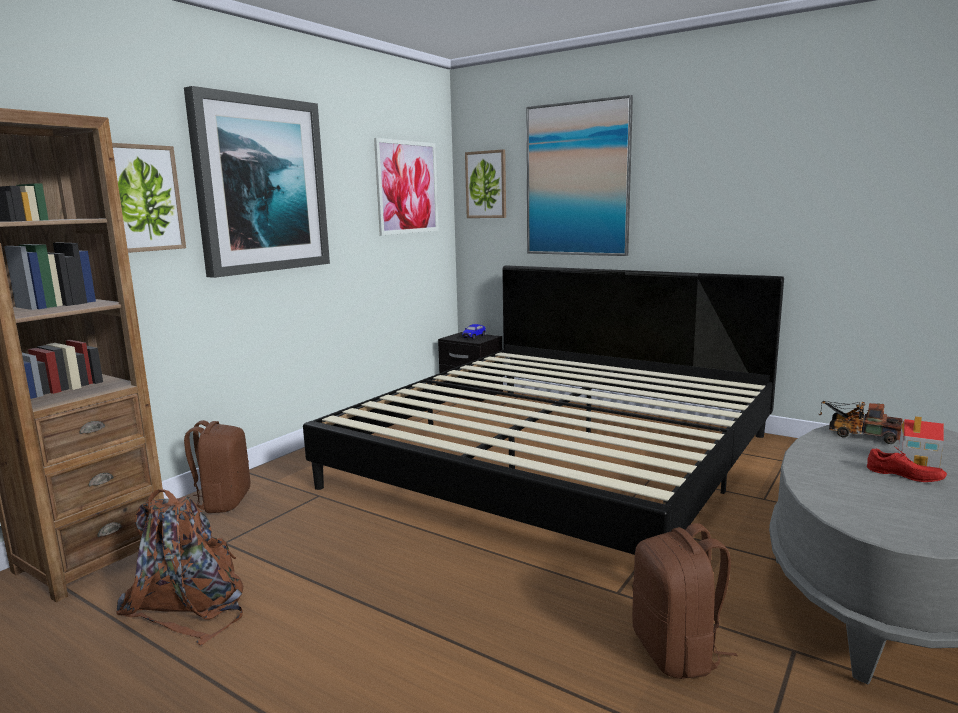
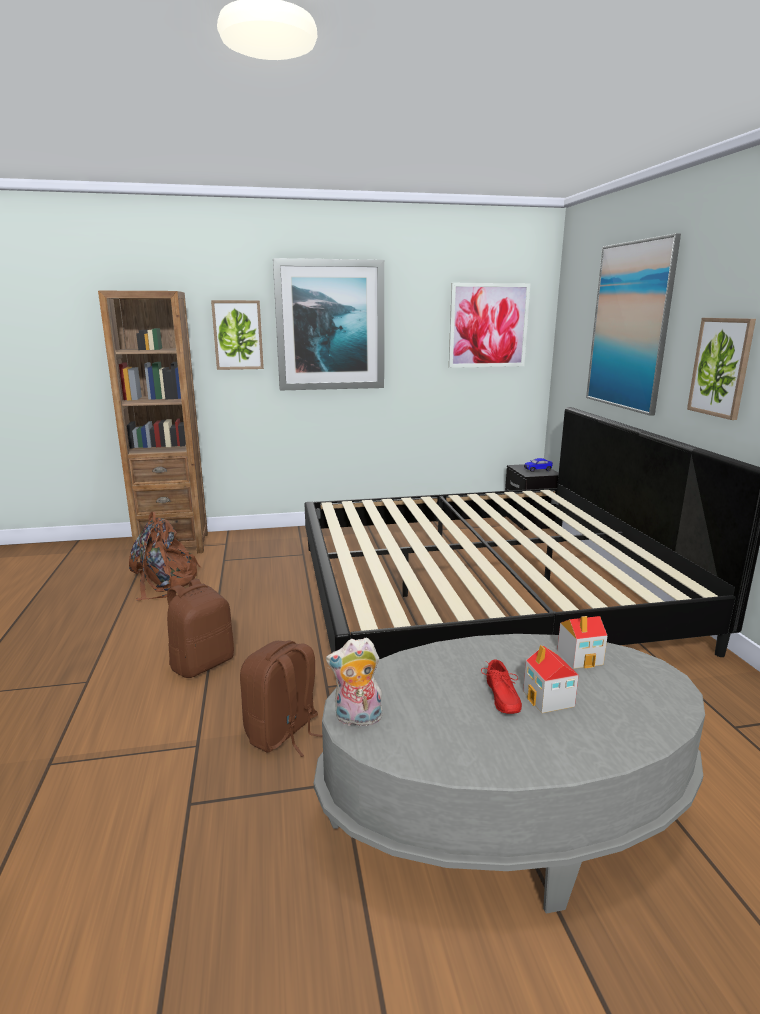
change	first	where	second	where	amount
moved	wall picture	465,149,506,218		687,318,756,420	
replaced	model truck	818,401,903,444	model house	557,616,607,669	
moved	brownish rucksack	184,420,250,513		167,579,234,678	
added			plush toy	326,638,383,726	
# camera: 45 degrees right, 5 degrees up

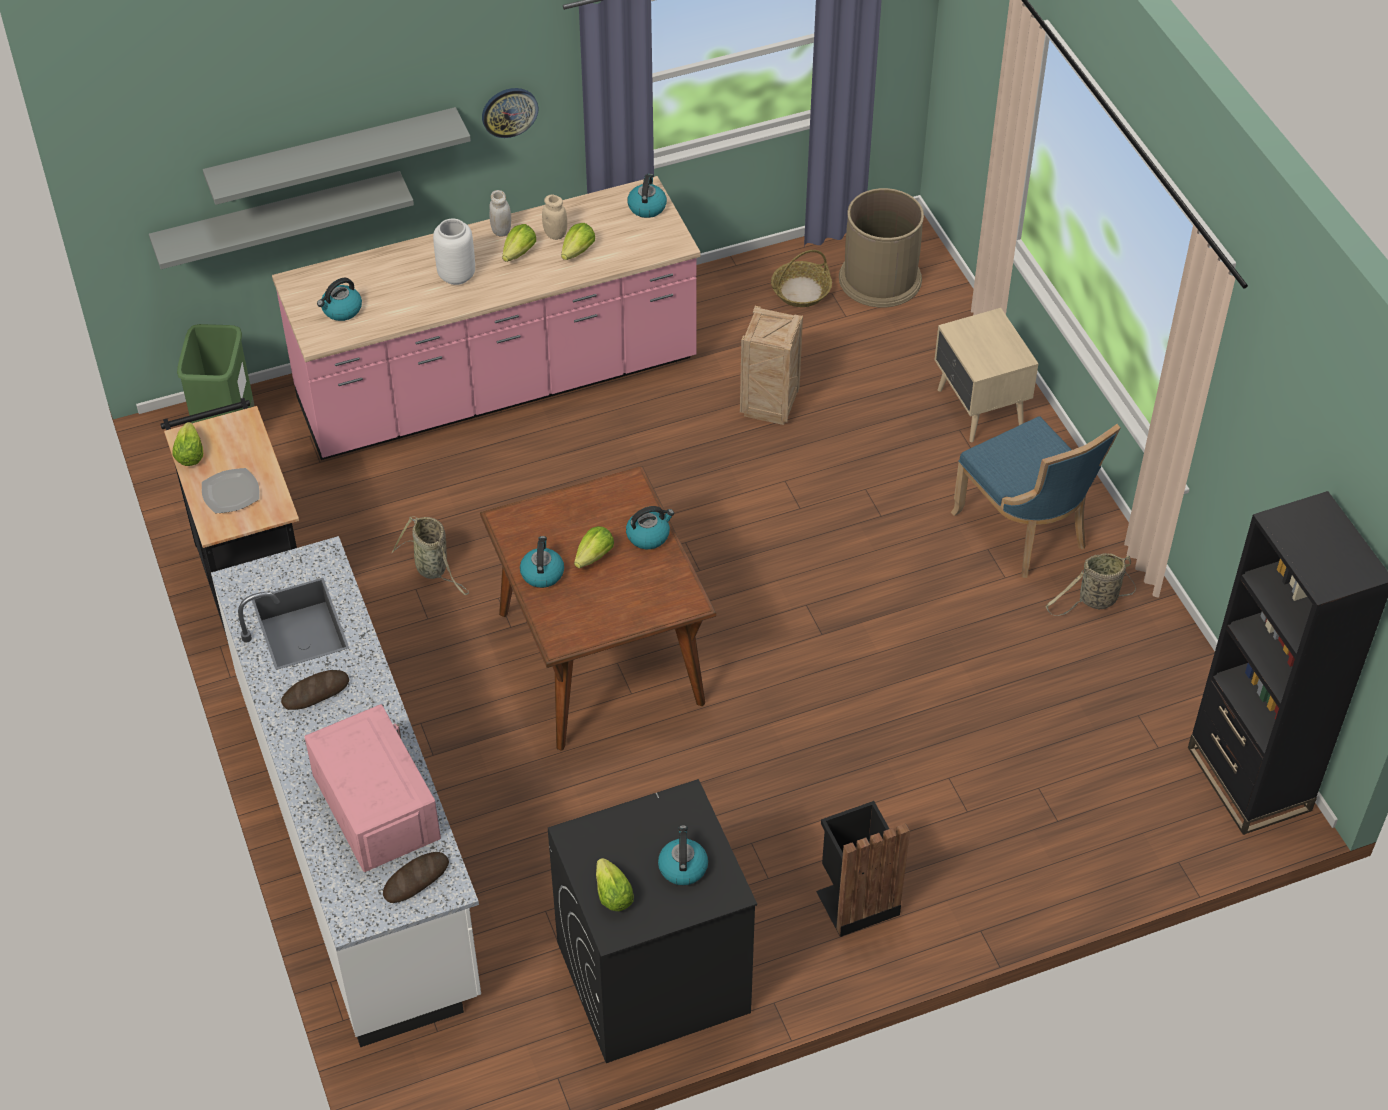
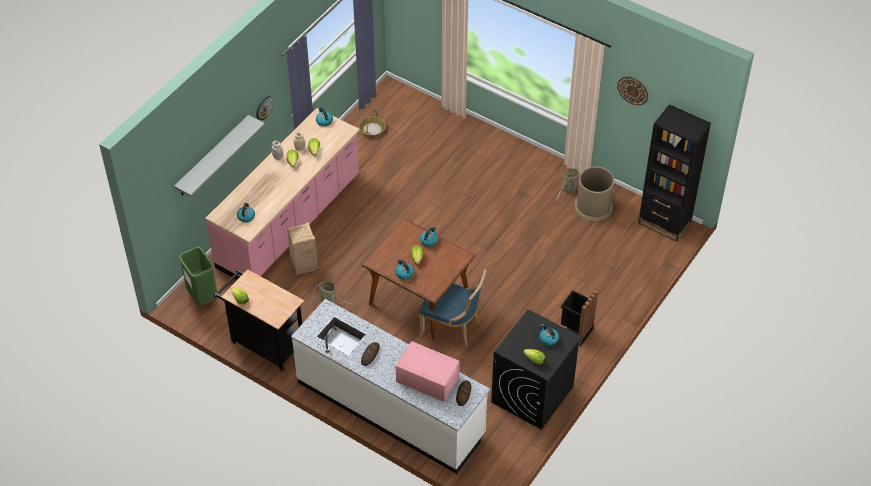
change	first	where	second	where	amount
removed	gray wall shelf	149,171,414,269			
moved	brownish rubbish bin	839,188,924,308		574,167,614,221	
removed	white-coloured flower vase	433,218,475,285			
moved	packing crate	740,306,803,425		287,222,318,275	
removed	sand-coloured bedside table	935,308,1038,442			
moved	bluish plain chair	951,416,1120,578		419,269,487,347	
removed	flat dish	202,468,260,514			
added			hanging clock	617,77,648,105	
# camera: 35 degrees left, 0 degrees up

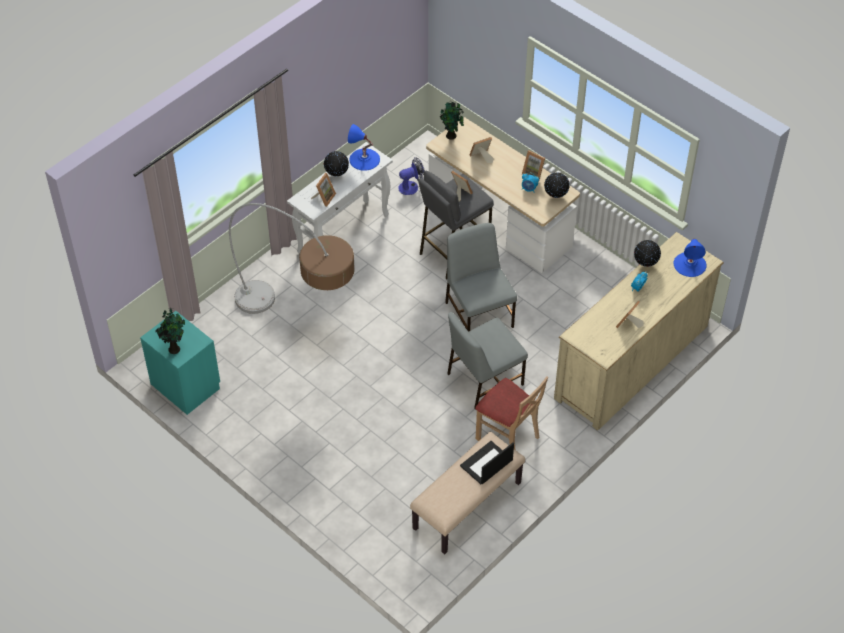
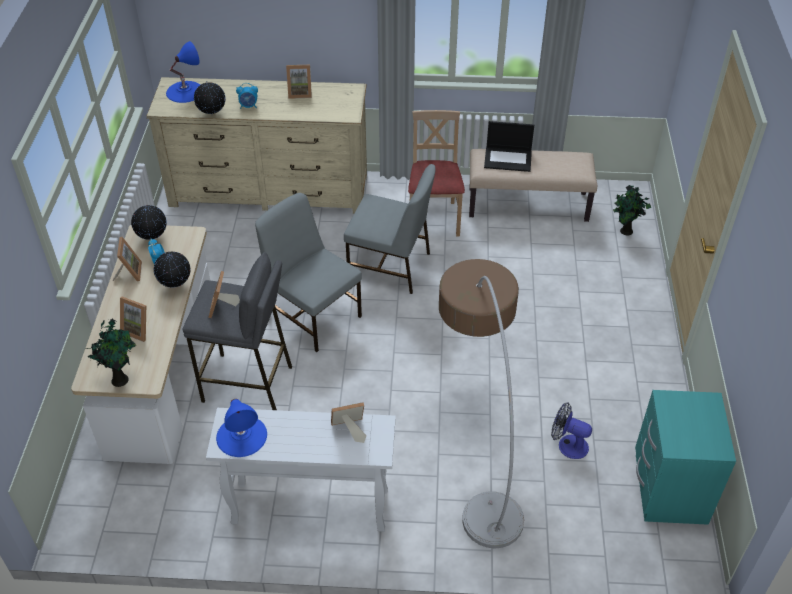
change	first	where	second	where	amount
moved	desk globe	324,151,349,177		154,252,191,288	
moved	electric fan	398,157,425,195		551,402,592,459	
turned	gray plain chair	445,223,517,332		255,193,362,352	105 degrees clockwise
moved	houseplant	156,308,185,354		613,185,651,236	
# camera: 130 degrees left, 5 degrees down

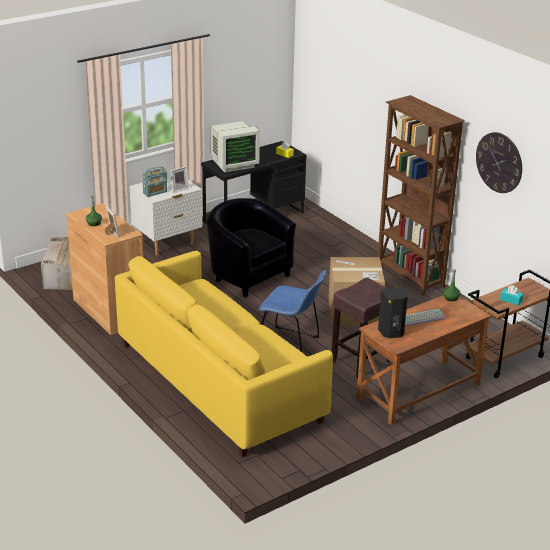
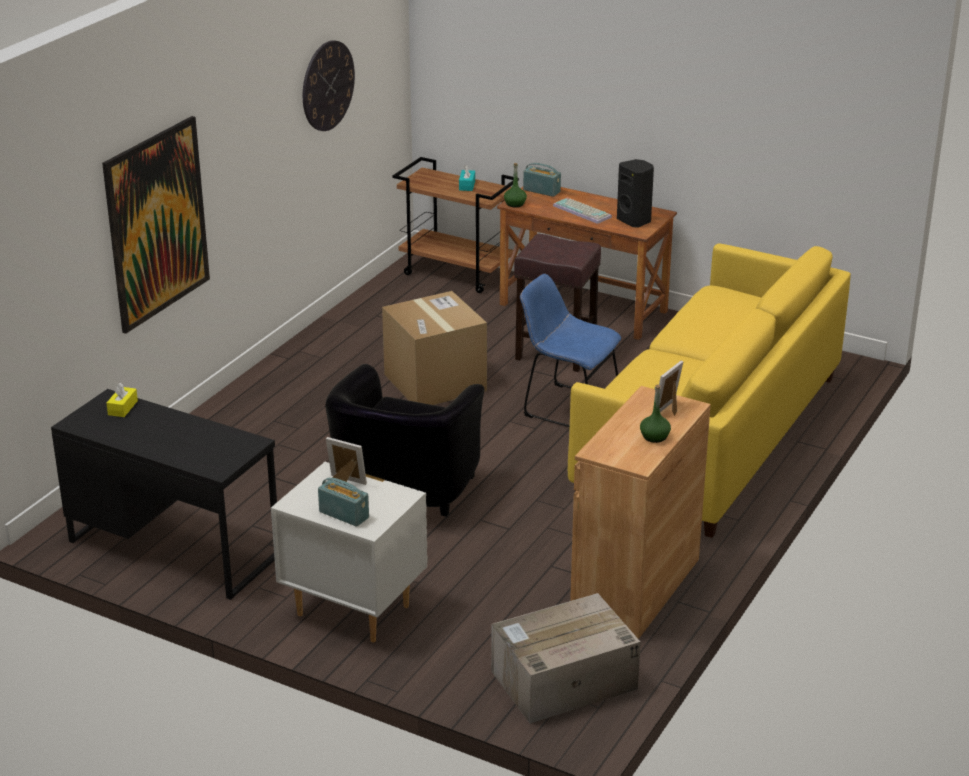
change	first	where	second	where	amount
removed	brownish bookshelf	378,95,465,296			
removed	monitor	210,121,260,172			
moved	radio set	143,175,167,197		523,163,561,197	
turned	bluish plain chair	259,270,327,352		520,273,621,427	60 degrees counterclockwise
added			wall picture	102,116,210,334	
# camera: 115 degrees left, 0 degrees up

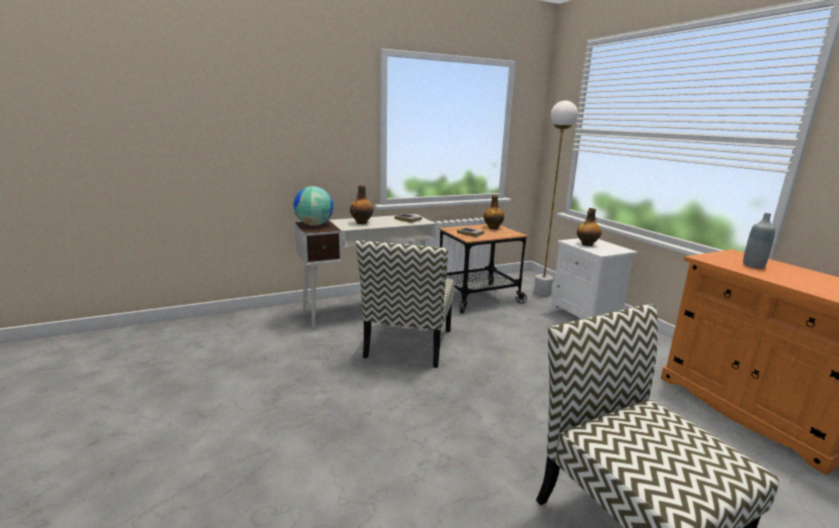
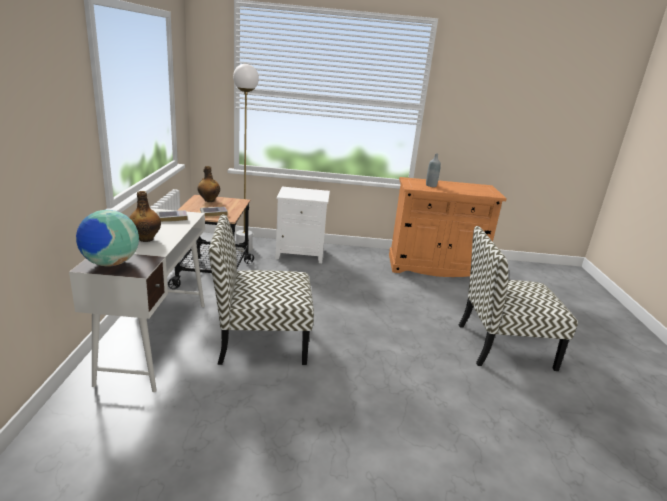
change	first	where	second	where	amount
removed	drink bottle	577,208,602,246			
turned	plain chair	355,241,455,368		208,214,314,365	135 degrees clockwise
# camera: 65 degrees left, 5 degrees up

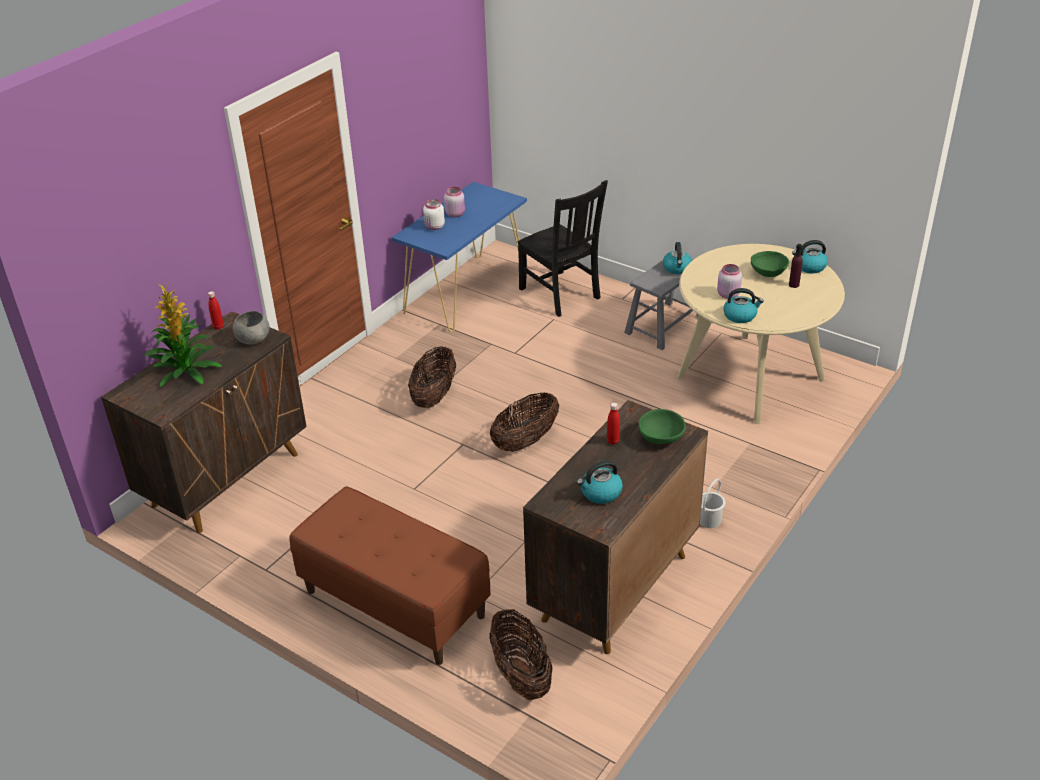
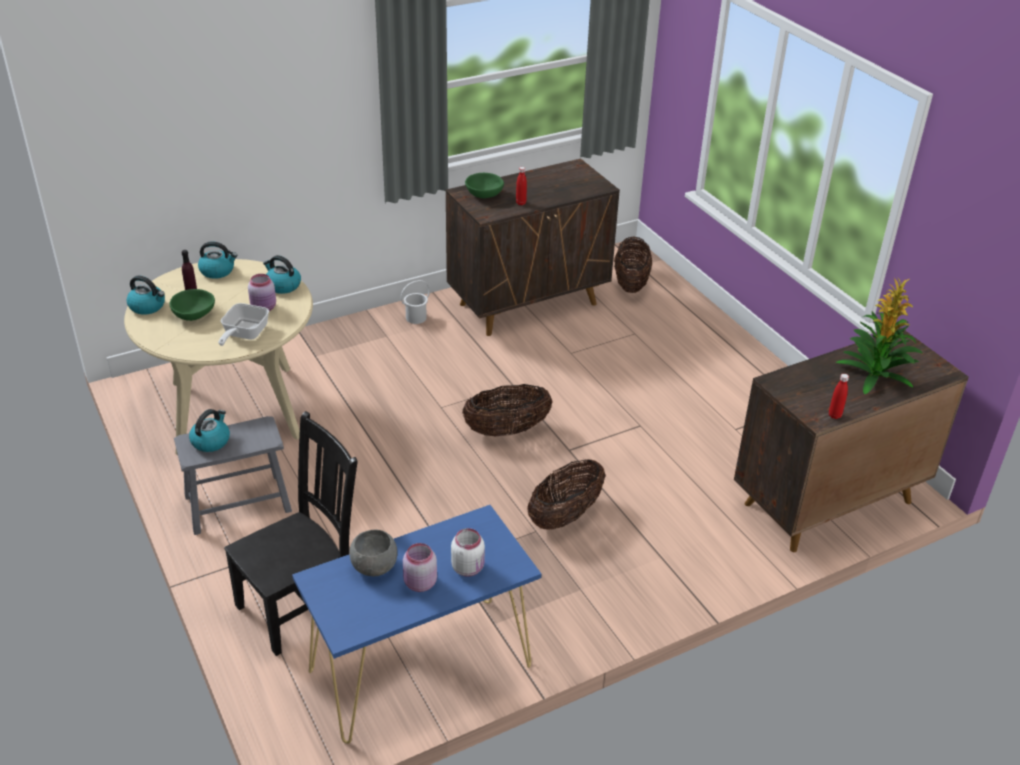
change	first	where	second	where	amount
turned	blackish plain chair	517,180,608,317		224,411,358,656	60 degrees clockwise
moved	gray serving bowl	233,311,270,344		349,529,397,576	
moved	water kettle	577,460,623,504		198,242,238,279	
removed	brownish bench	290,486,491,665			
added			pan	218,303,269,346	
# camera: 155 degrees left, 0 degrees up

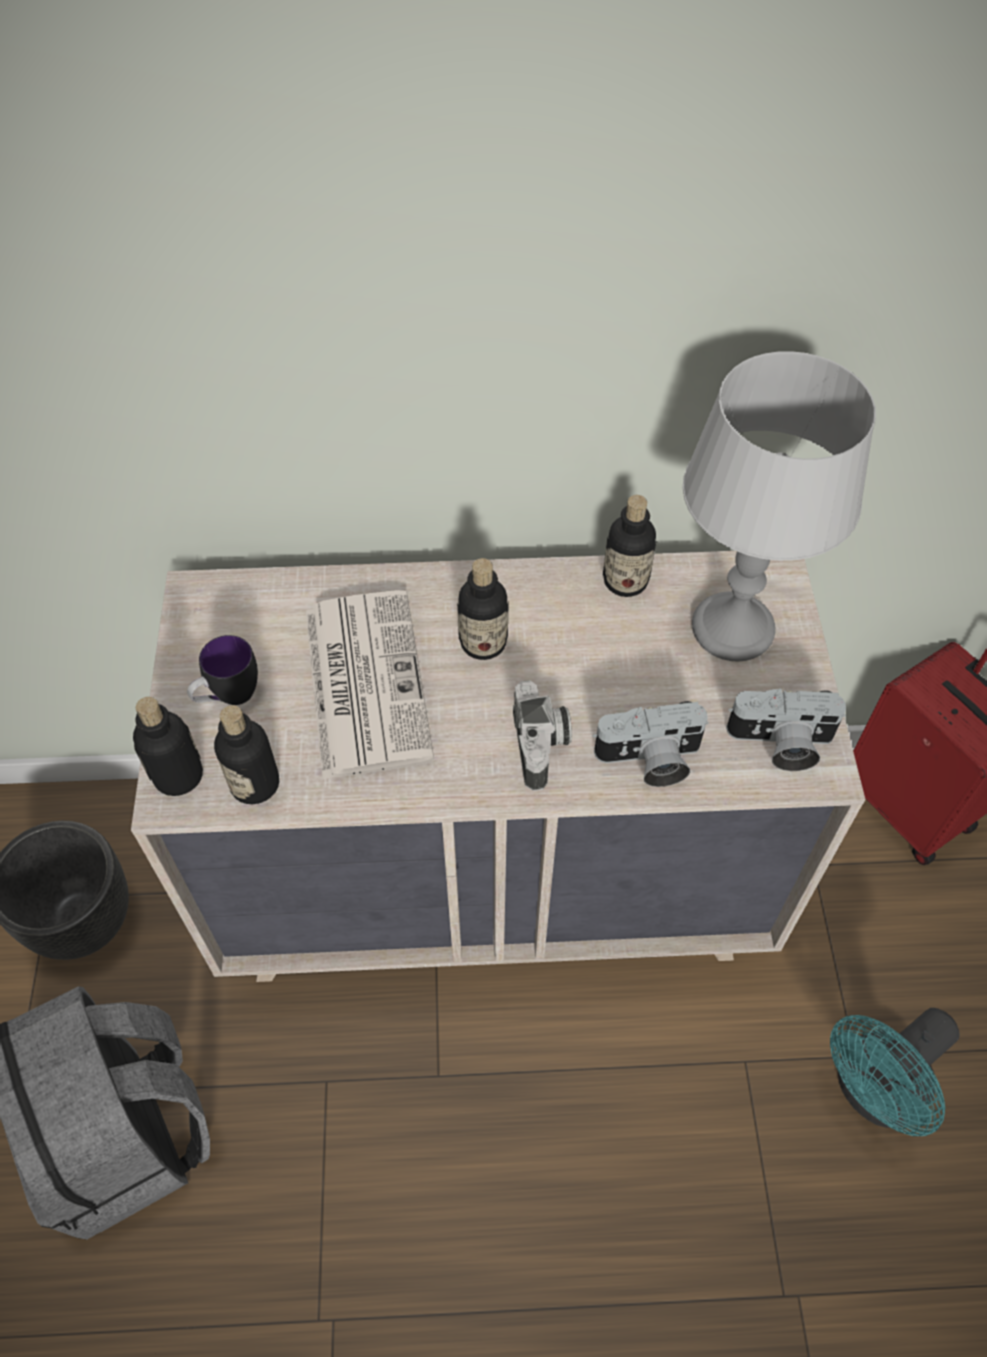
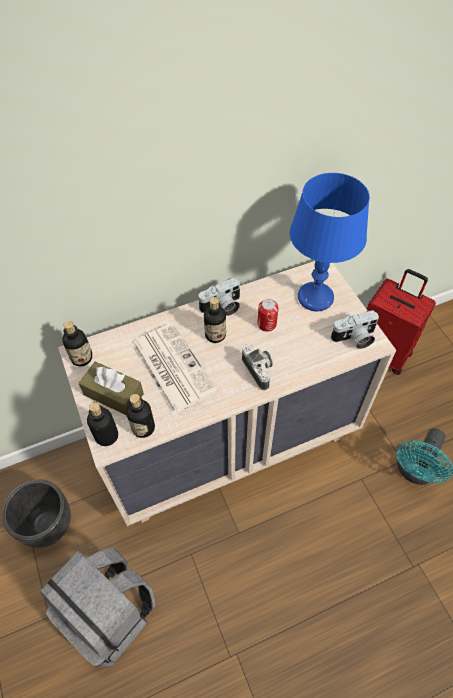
change	first	where	second	where	amount
recoloured	gray lamp for a table	683,351,876,662	bluish lamp for a table	290,173,370,311	
moved	drink bottle	603,495,657,597		62,321,92,366	
replaced	tea mug	187,635,258,705	brownish tissue holder	79,361,144,415	
moved	still camera	593,701,709,787		199,277,240,316	
added			metal can	257,299,279,332	
# camera: 20 degrees left, 0 degrees up

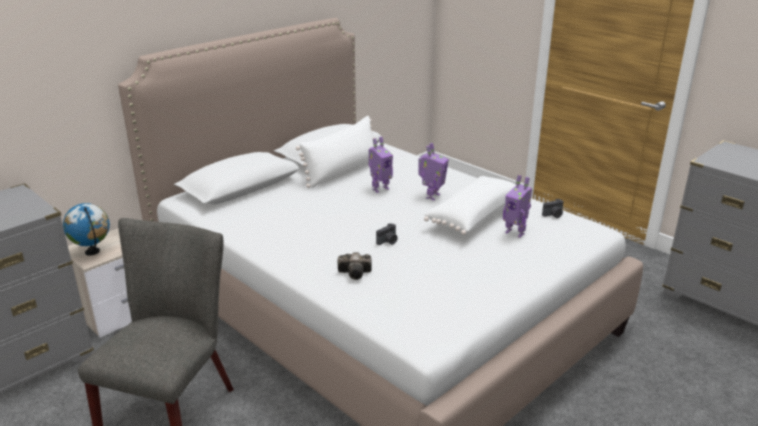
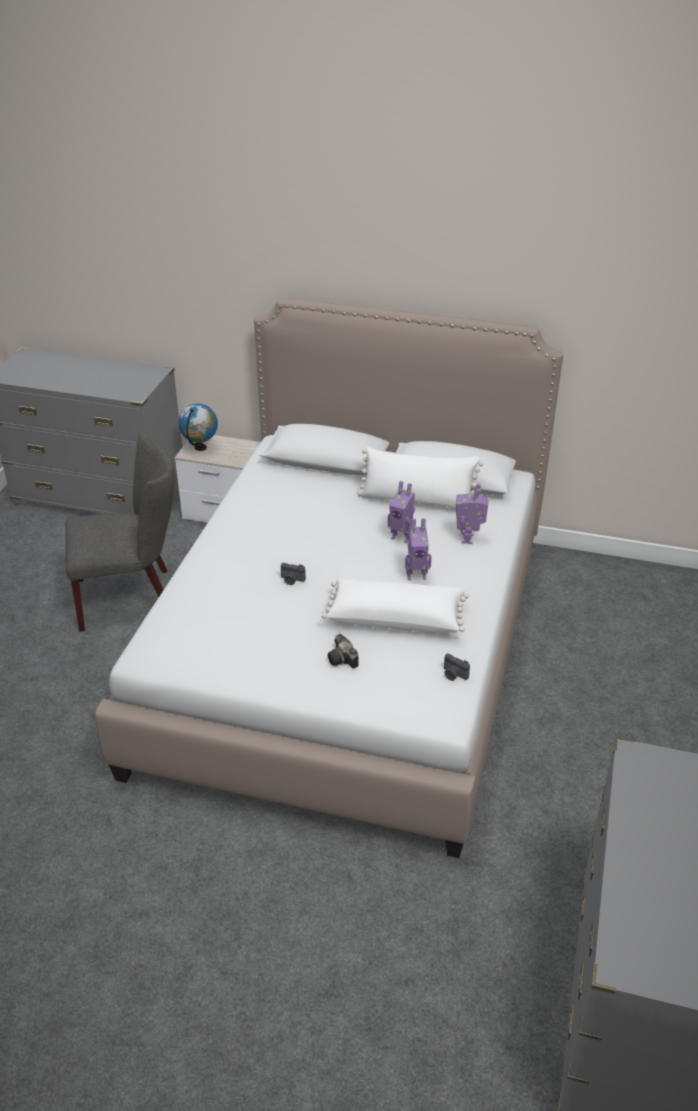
change	first	where	second	where	amount
moved	model robot	503,175,532,238		456,484,489,544	
moved	still camera	338,252,372,280		328,634,359,668	
# camera: 60 degrees right, 10 degrees up

